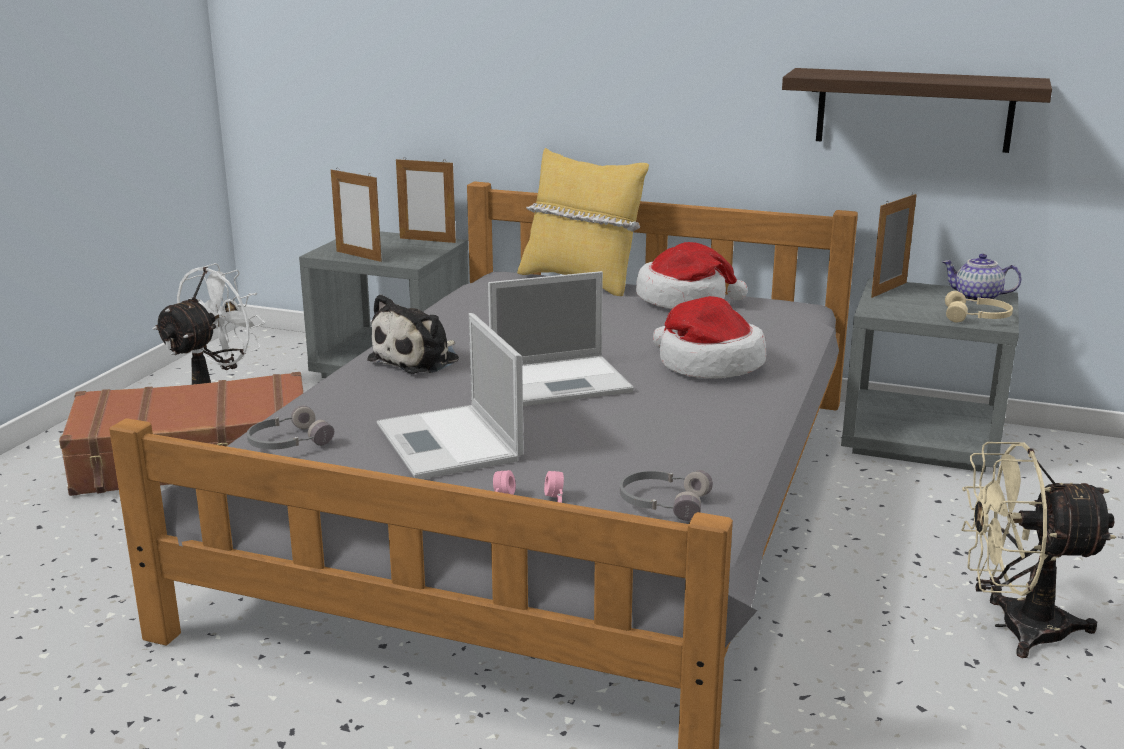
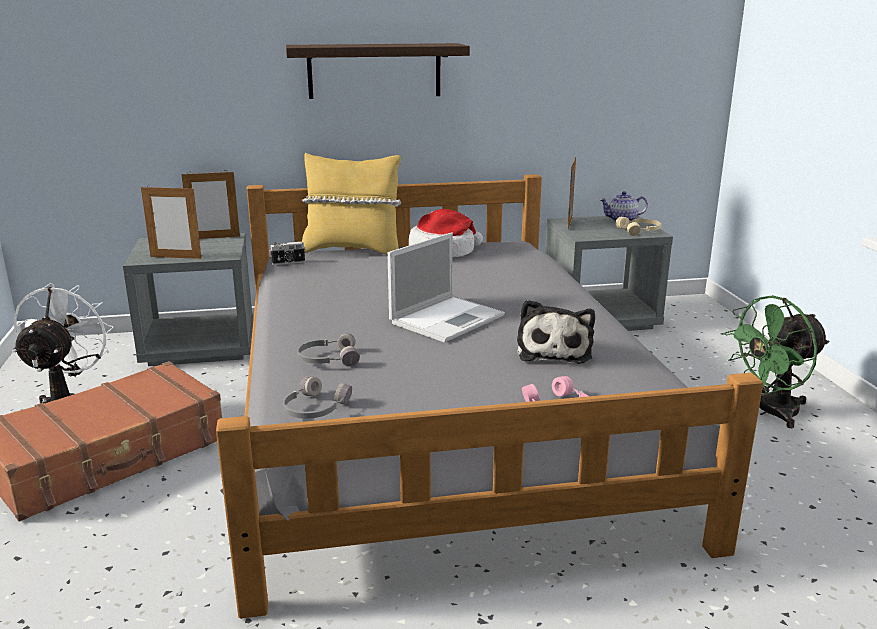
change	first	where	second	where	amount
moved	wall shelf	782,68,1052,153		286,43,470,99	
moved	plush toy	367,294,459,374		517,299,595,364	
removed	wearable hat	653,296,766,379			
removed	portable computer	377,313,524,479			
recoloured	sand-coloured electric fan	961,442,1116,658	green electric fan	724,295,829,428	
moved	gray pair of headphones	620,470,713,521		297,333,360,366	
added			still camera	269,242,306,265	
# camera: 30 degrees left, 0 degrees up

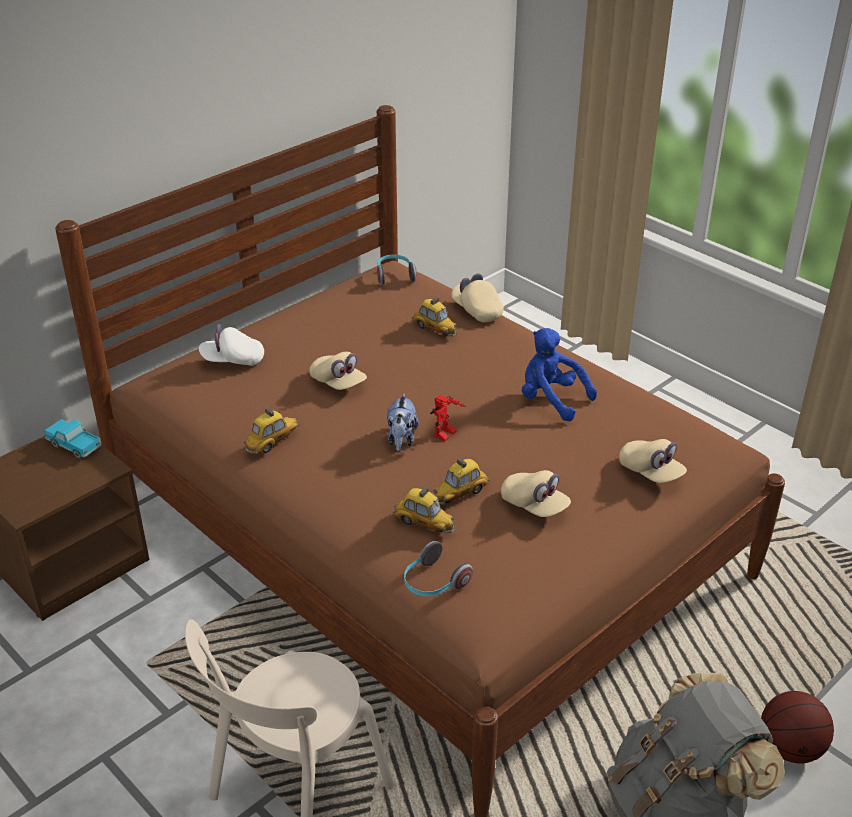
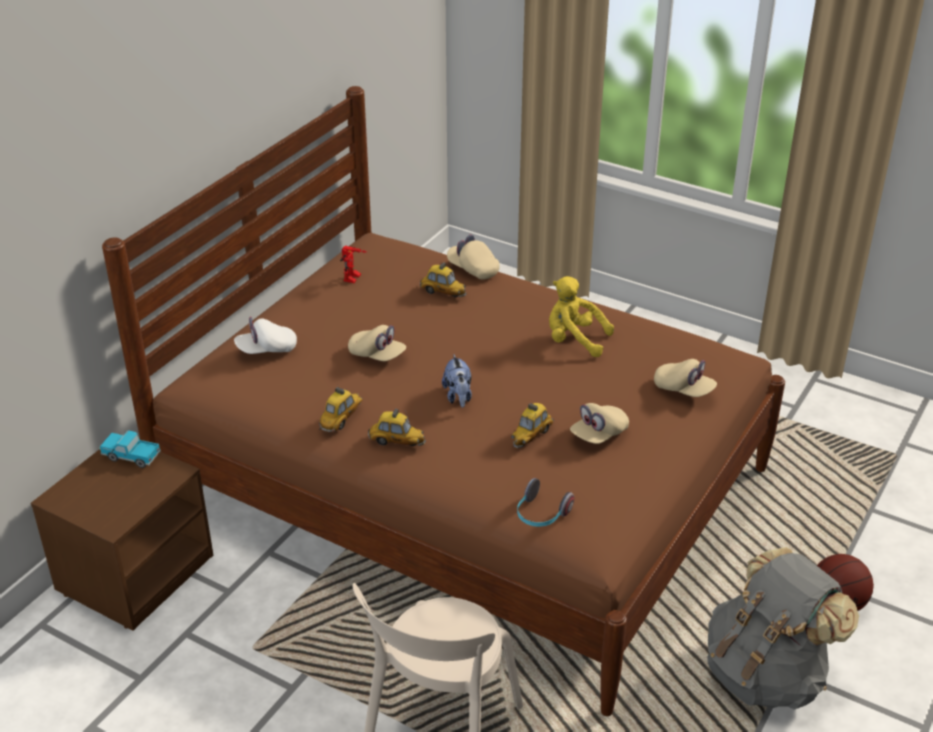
change	first	where	second	where	amount
removed	pair of headphones	377,255,417,285			
recoloured	bluish plush toy	522,328,597,421	yellow plush toy	549,276,614,357	
moved	model robot	430,395,466,441		340,246,366,283	
turned	sand-coloured peaked cap	501,470,571,517		570,403,629,444	105 degrees clockwise
moved	toy car	393,487,455,533		368,409,426,446	
# camera: 15 degrees left, 0 degrees up

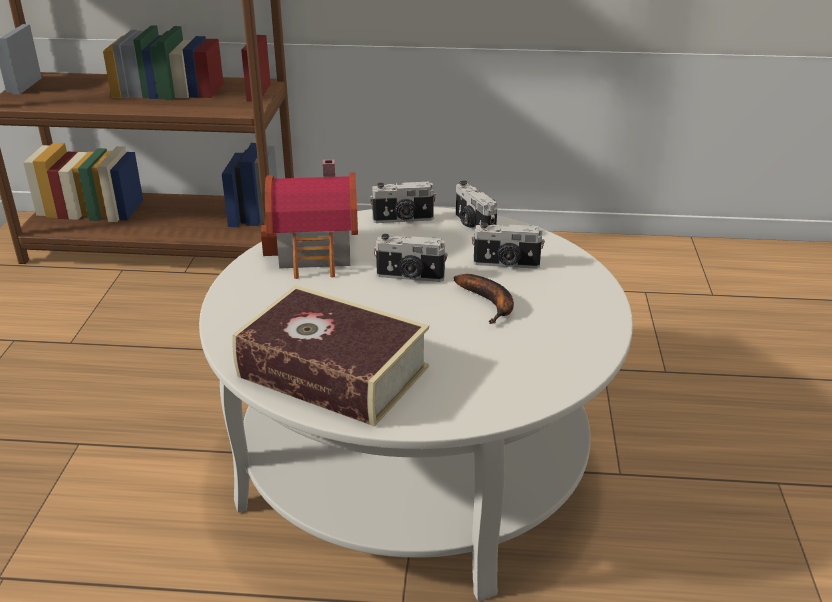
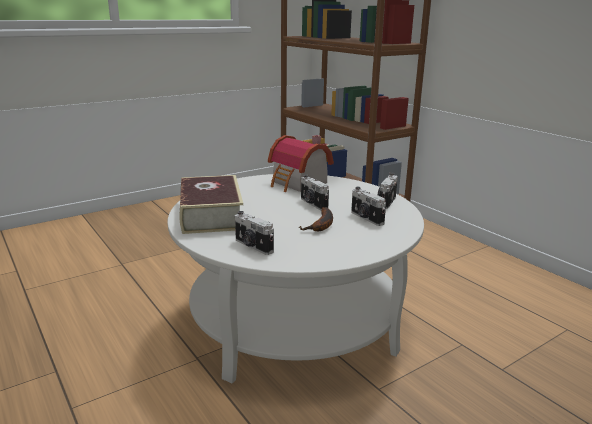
change	first	where	second	where	amount
moved	still camera	370,182,436,223		235,211,274,255	
# camera: 50 degrees right, 10 degrees down

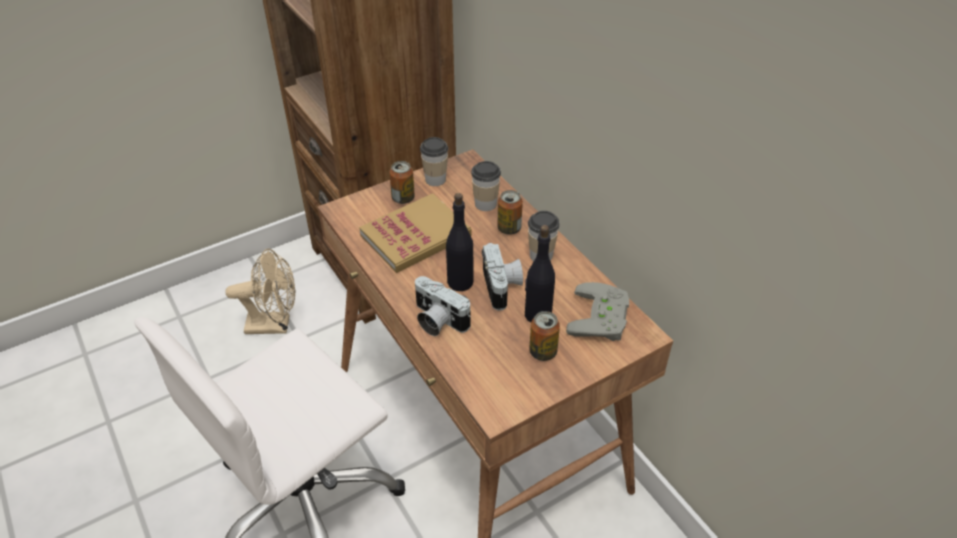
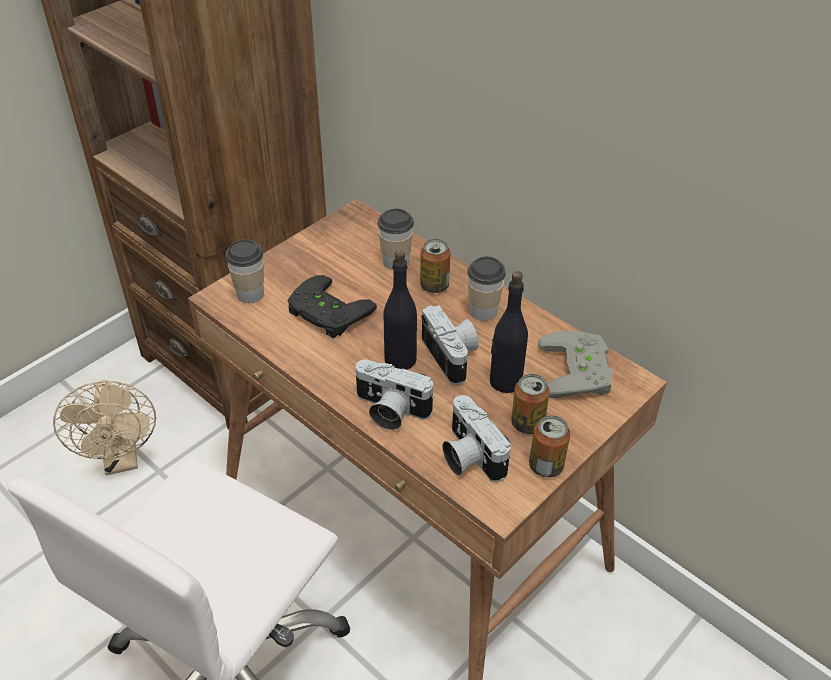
change	first	where	second	where	amount
moved	small cup	420,137,448,186		225,239,264,303	
moved	metal can	389,161,415,204		529,415,570,477	
replaced	volume	359,193,472,273	blackish joypad	287,275,377,338	
turned	sand-coloured electric fan	225,248,296,334		53,380,156,475	90 degrees clockwise
added			still camera	442,395,511,482	
# camera: 15 degrees left, 0 degrees up

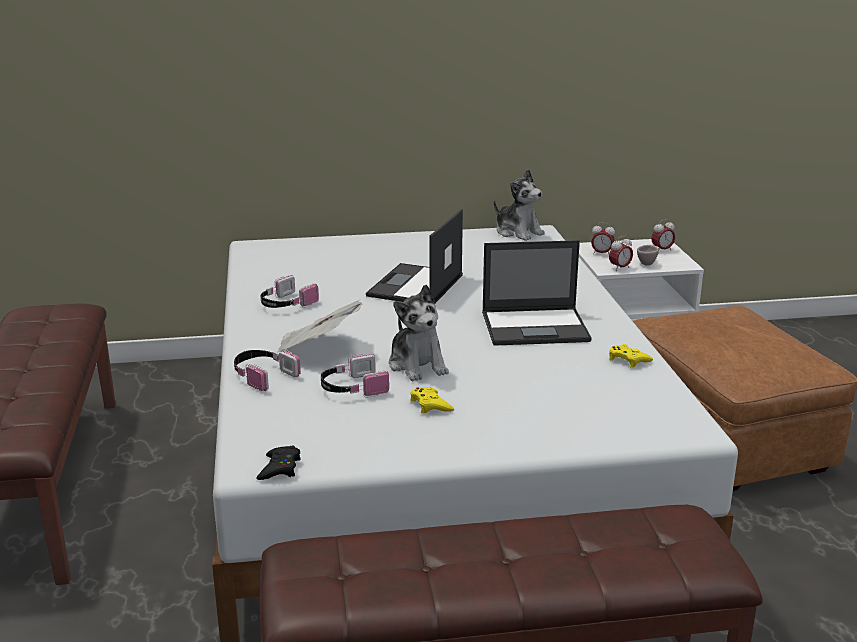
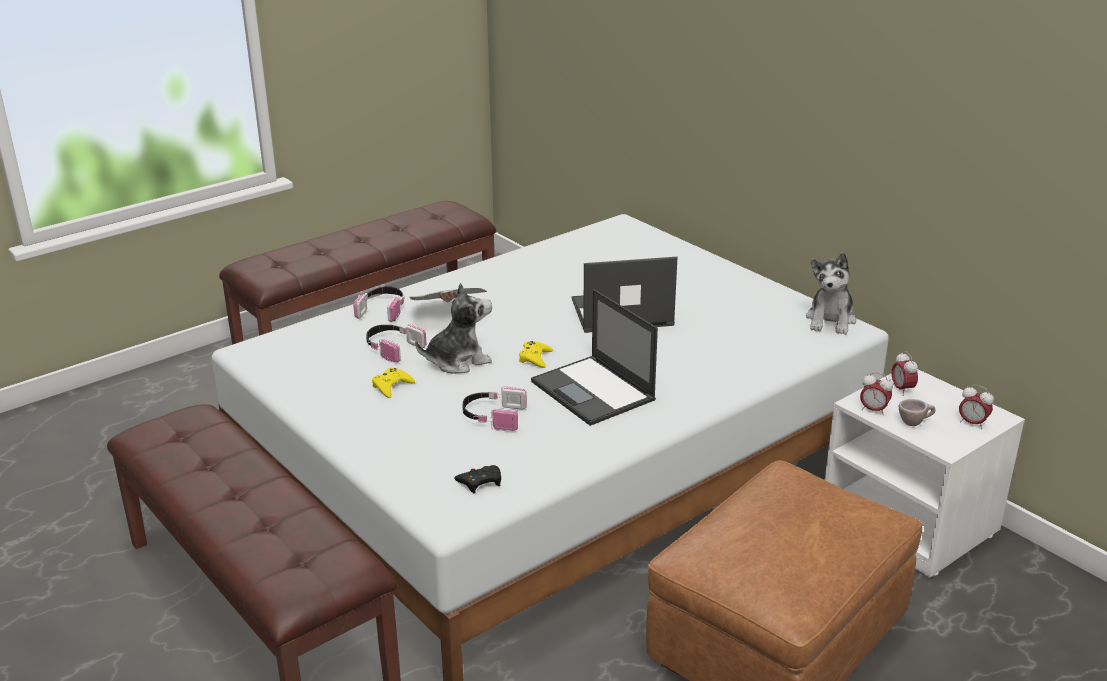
change	first	where	second	where	amount
moved	pair of headphones	261,275,319,308		462,386,527,431	
turned	plush toy	389,285,449,381		415,283,492,374	150 degrees counterclockwise
moved	yellow joypad	609,344,653,368		519,341,553,368	
moved	blackish joypad	256,445,301,480		454,465,501,493	
# camera: 60 degrees right, 5 degrees up

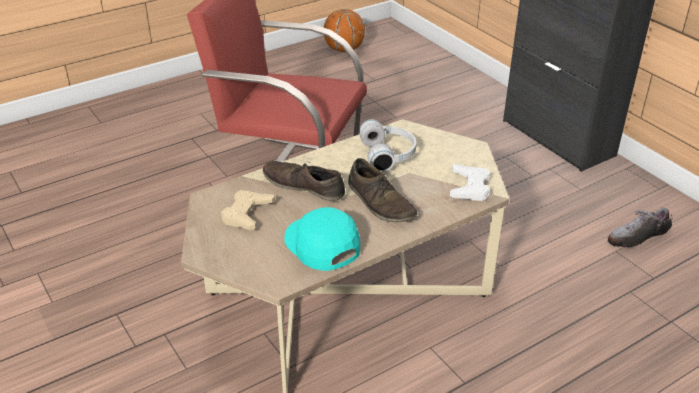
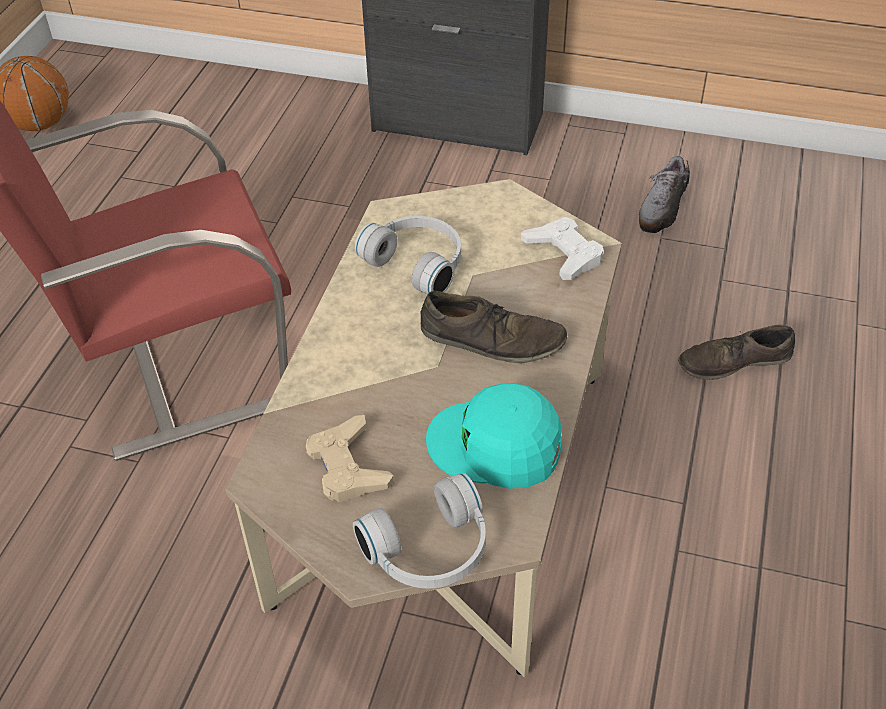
change	first	where	second	where	amount
moved	brownish shoe	263,161,345,201		678,324,795,380	
added			white-coloured pair of headphones	353,473,486,588	
# camera: 40 degrees left, 10 degrees up

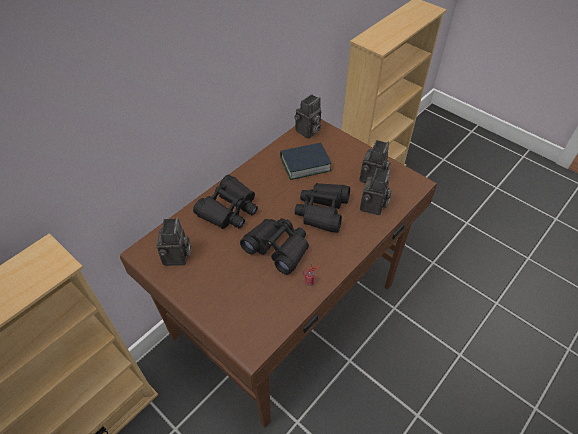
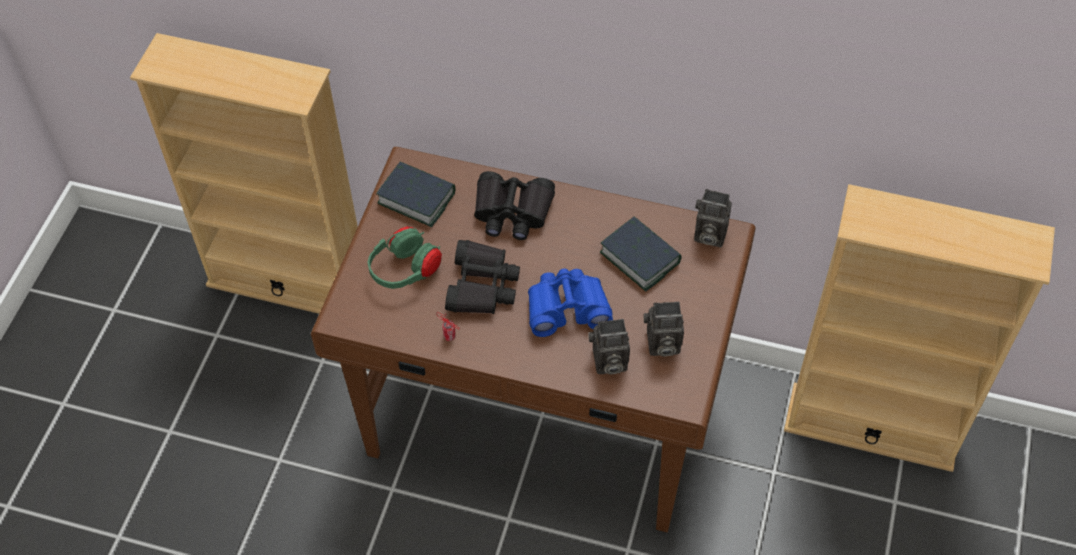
change	first	where	second	where	amount
recoloured	blackish field glasses	295,183,350,233	bluish field glasses	528,269,613,337	
replaced	still camera	156,217,191,266	volume	376,162,455,227	
added			green pair of headphones	368,226,442,289	
# camera: 65 degrees right, 5 degrees up

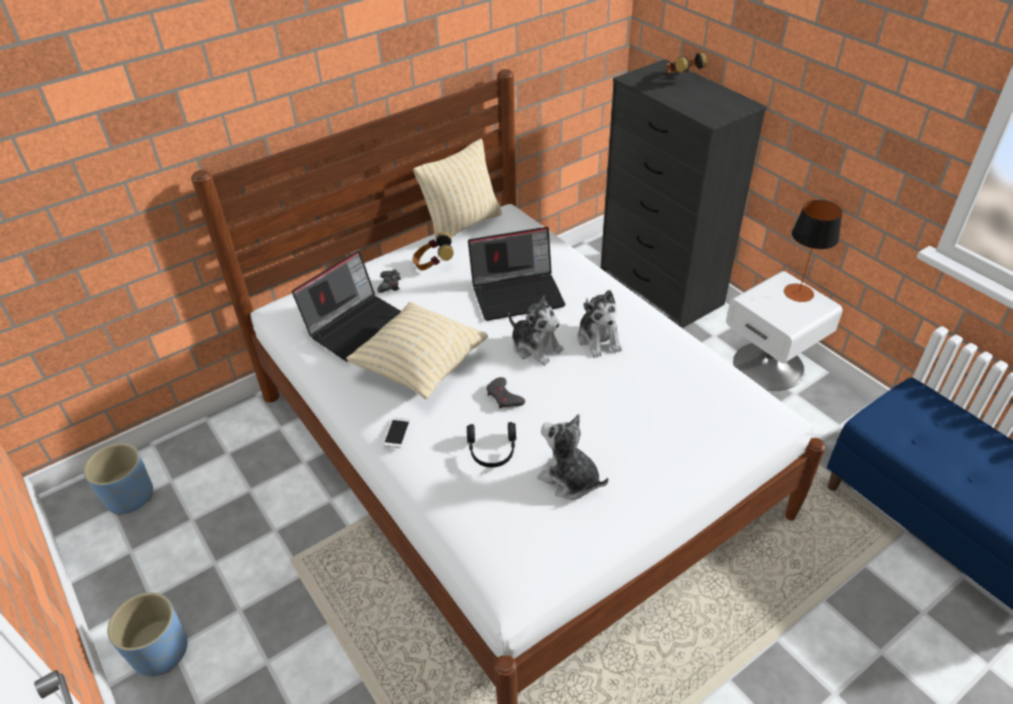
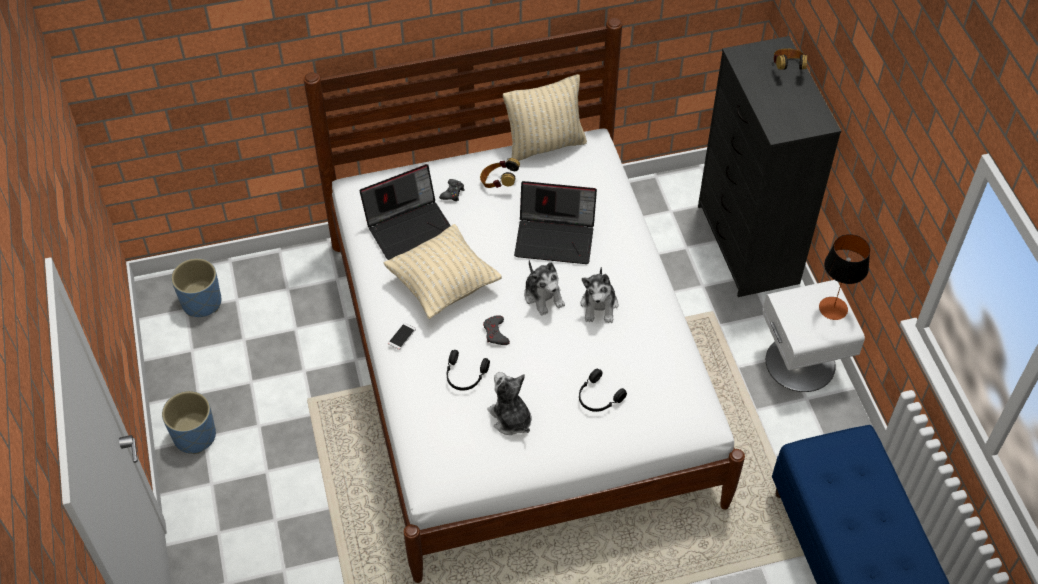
change	first	where	second	where	amount
added			blackish pair of headphones	579,369,627,412	
# camera: 20 degrees right, 10 degrees up

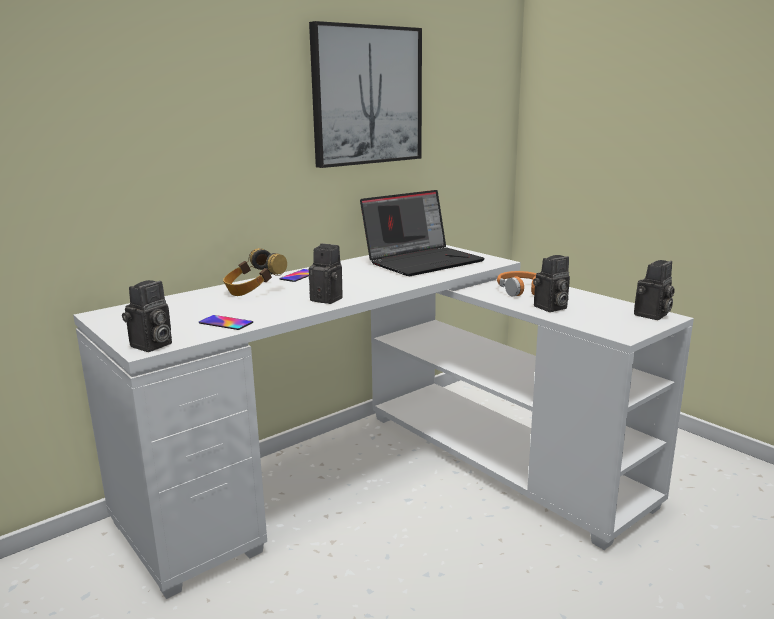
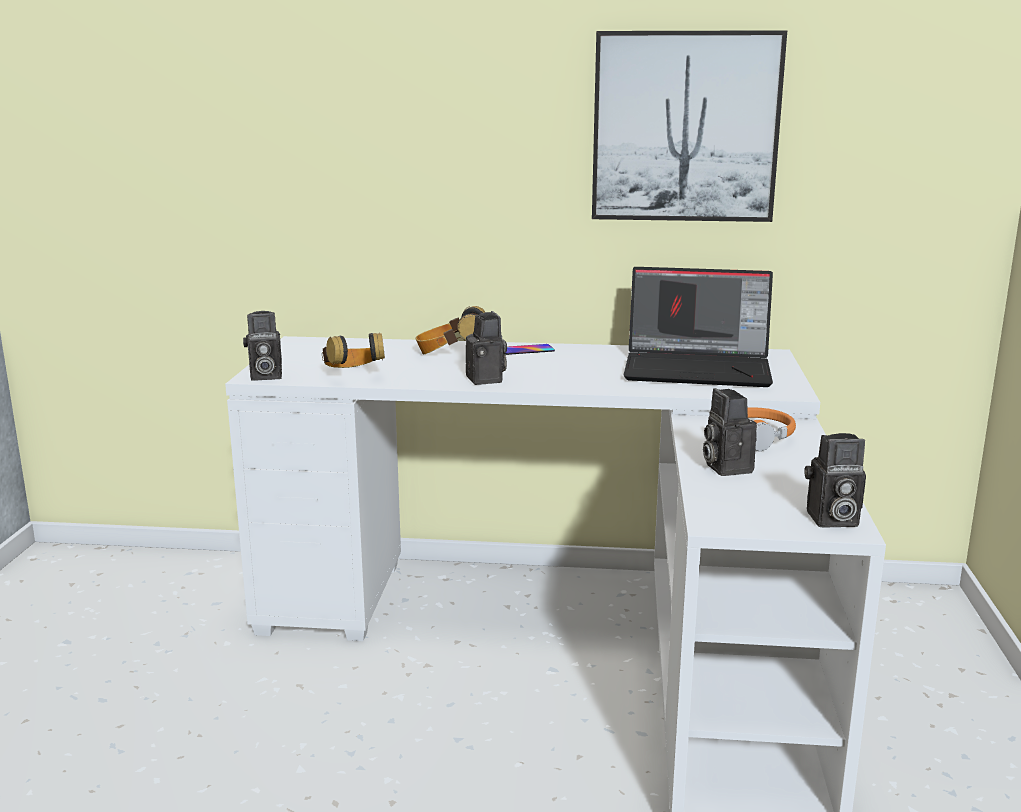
change	first	where	second	where	amount
turned	still camera	533,255,570,312		703,388,757,476	60 degrees clockwise
replaced	handset	199,315,253,330	pair of headphones	322,332,385,368	
# camera: 45 degrees right, 0 degrees up

